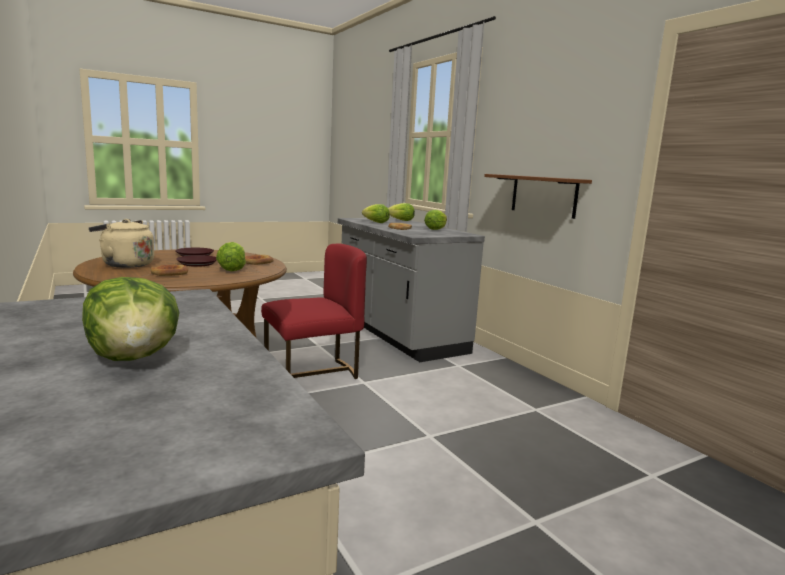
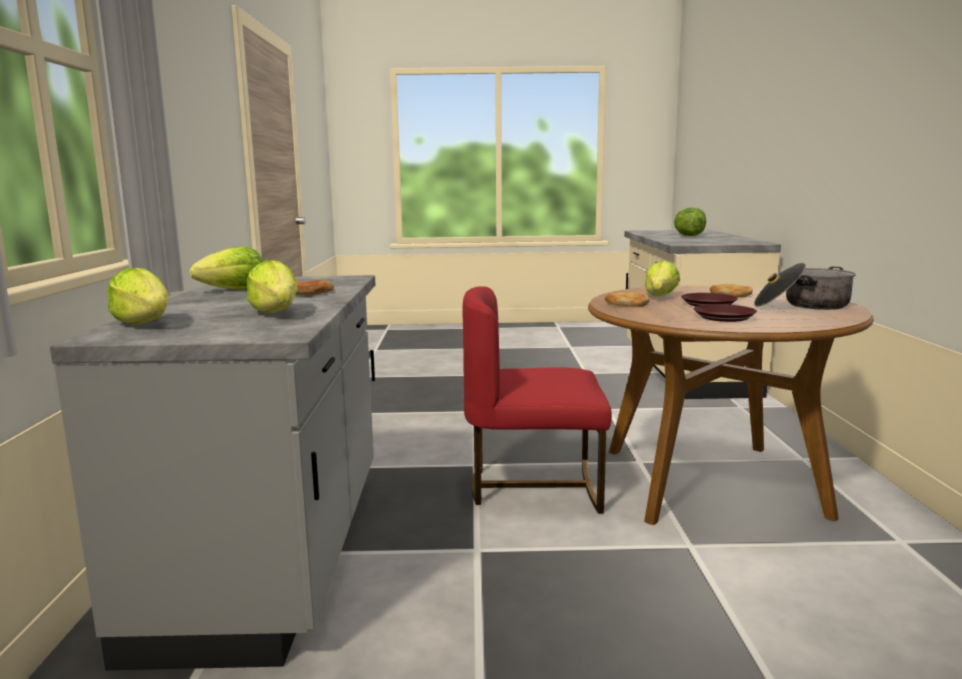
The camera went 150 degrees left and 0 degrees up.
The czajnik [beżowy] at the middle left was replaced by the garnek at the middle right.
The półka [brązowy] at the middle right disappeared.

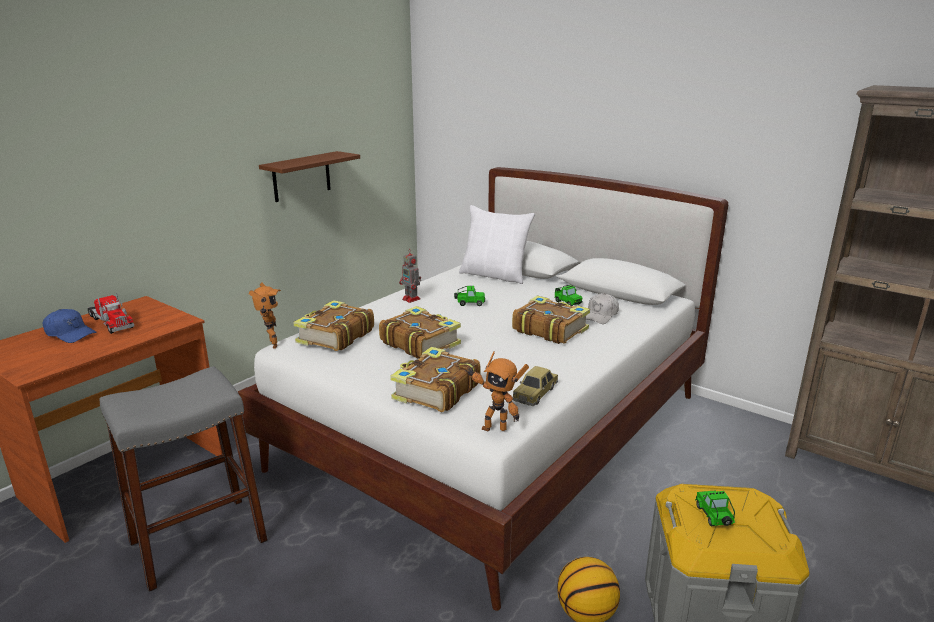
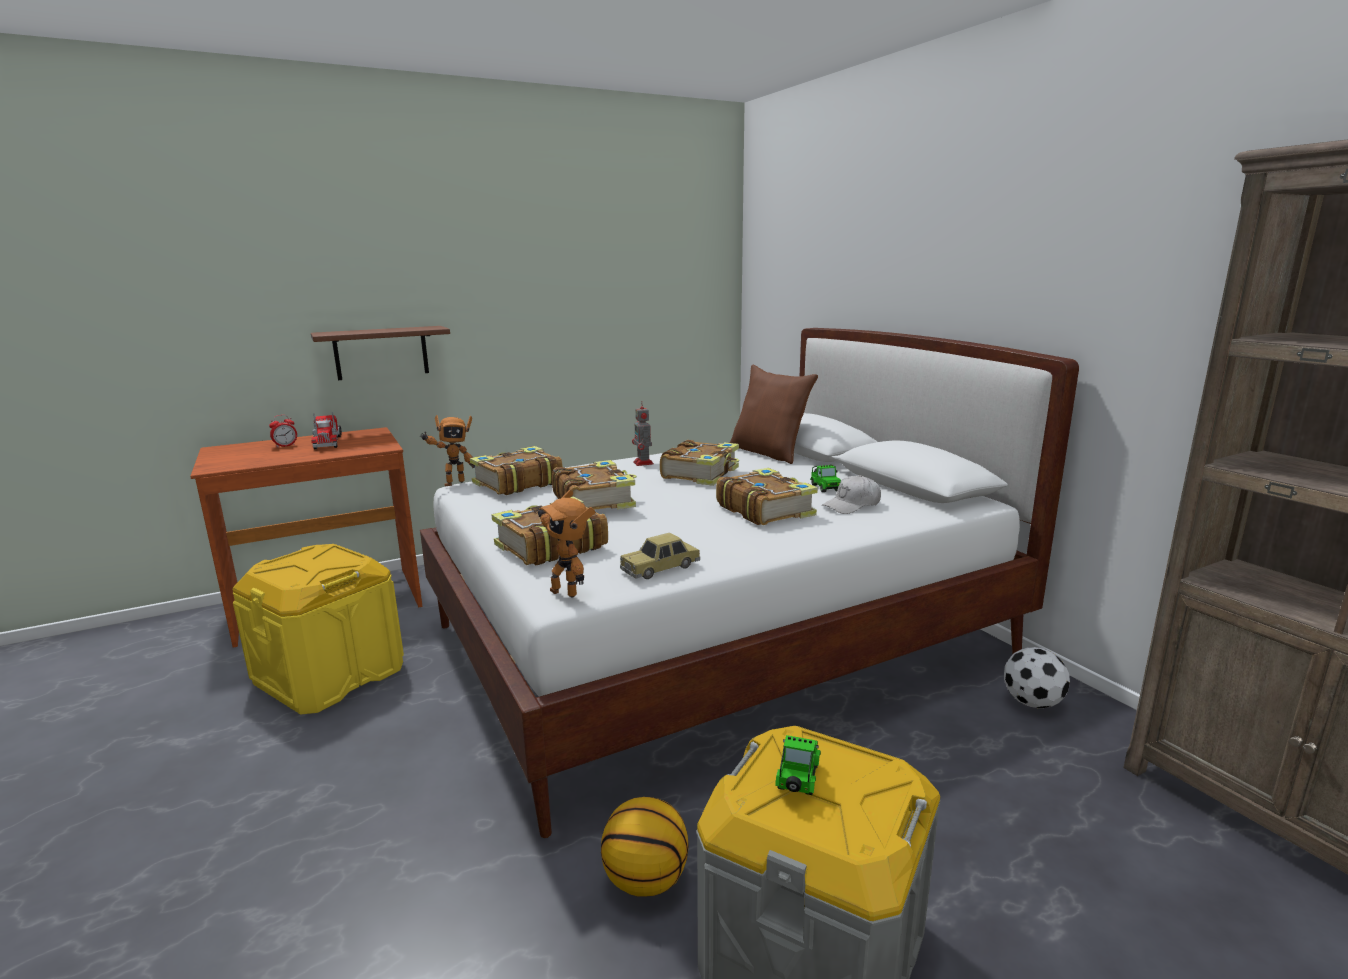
The camera went 25 degrees right and 5 degrees down.
The czapka z daszkiem [niebieski] at the middle left was replaced by the budzik at the middle left.
The stołek [szary] at the bottom left was replaced by the pojemnik do przechowywania [żółty] at the middle left.
The robot zabawkowy (no. 1 from left) at the middle left turned 45 degrees clockwise.
The półka [brązowy] moved from the top left to the middle left.
The samochodzik (no. 1 from left) at the centre was replaced by the książka (no. 4 from left) at the centre.
The poduszka [biały] at the centre became the poduszka [brązowy] at the centre.
The piłka futbolowa at the bottom right appeared.

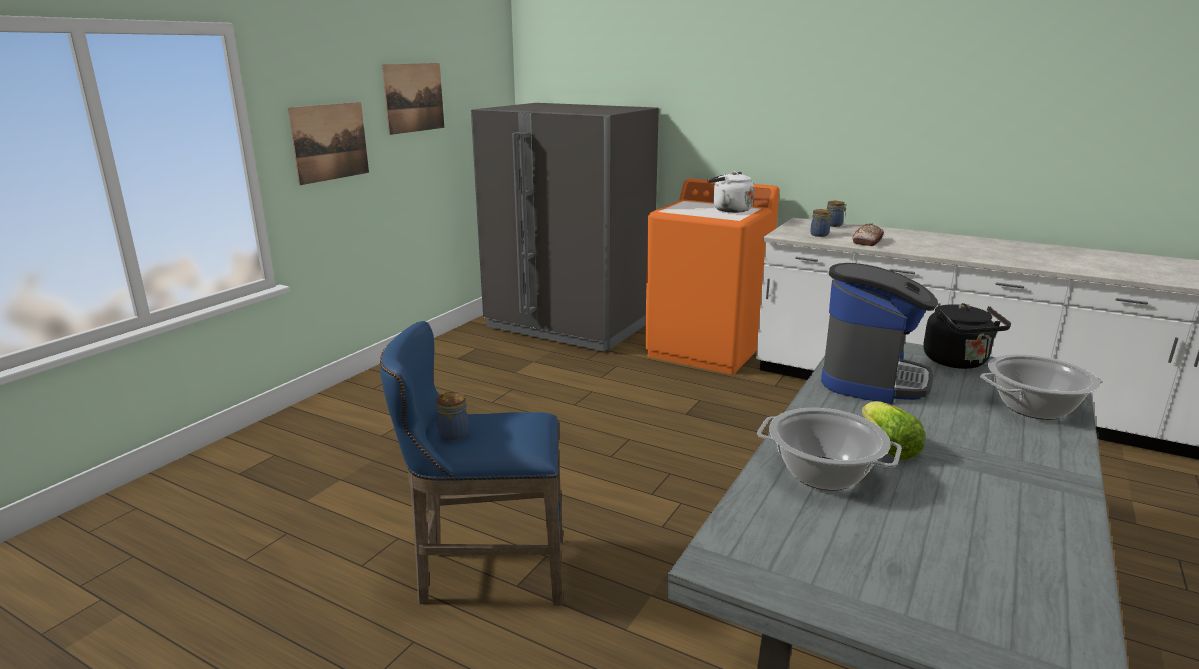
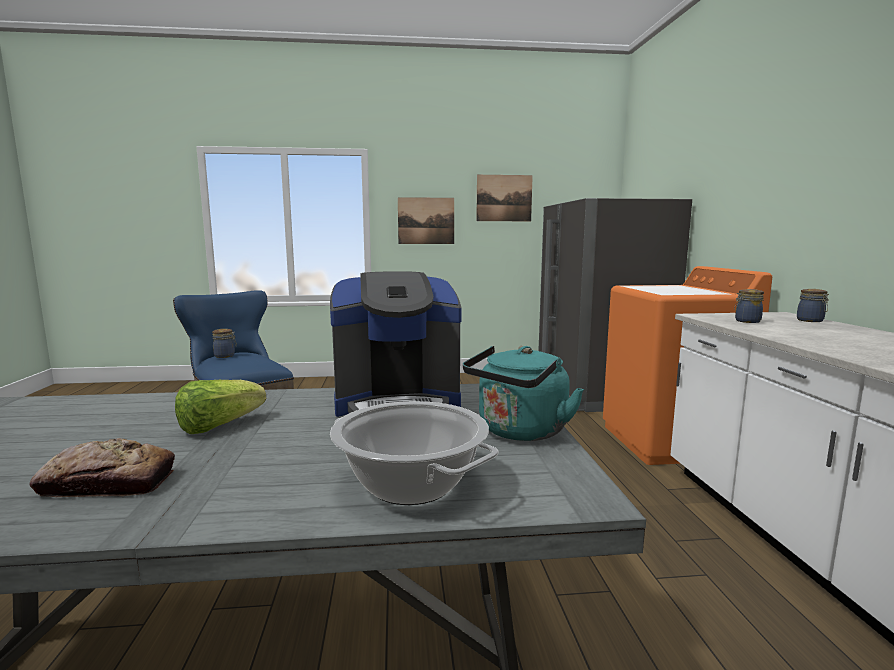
The camera went 55 degrees right and 10 degrees down.
The czajnik [biały] at the top centre disappeared.
The garnek (no. 1 from left) at the bottom right disappeared.
The chleb moved from the middle right to the bottom left.
The czajnik [czarny] at the middle right became the czajnik [turkusowy] at the centre.

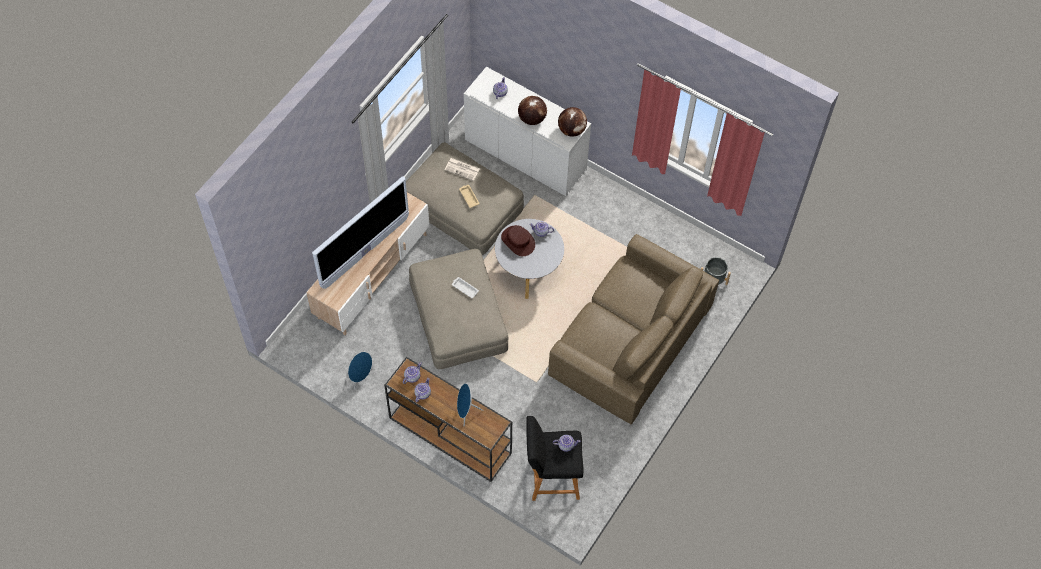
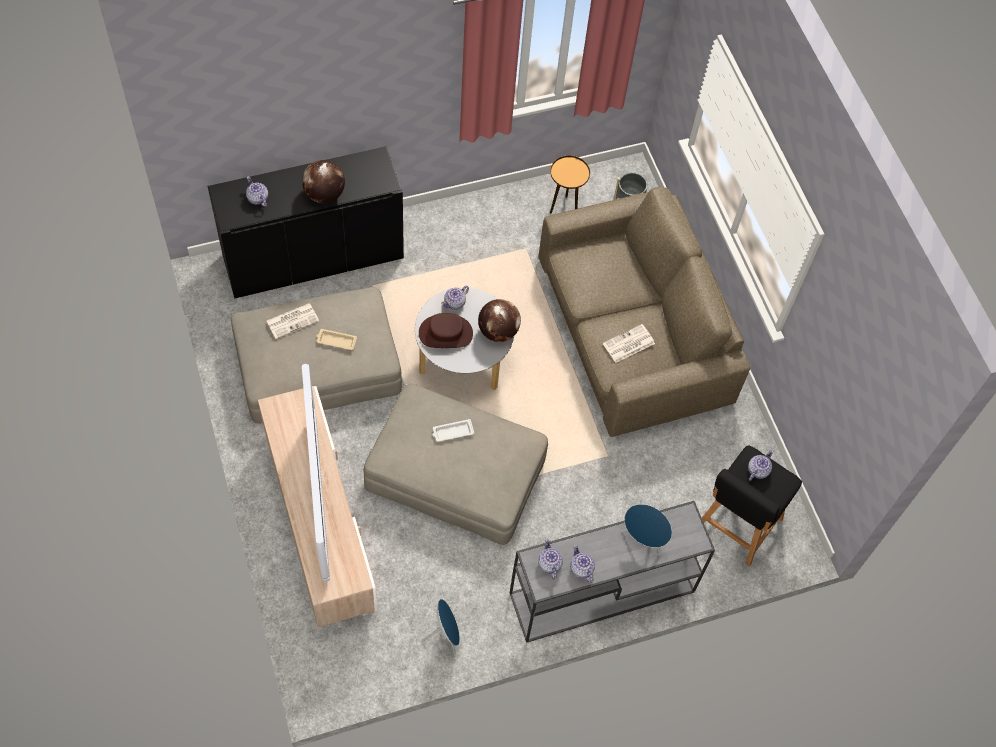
The camera went 55 degrees left and 0 degrees up.
The stolik konsolowy [brązowy] at the bottom centre became the stolik konsolowy [szary] at the bottom centre.
The szafka [biały] at the top centre became the szafka [czarny] at the top left.
The globus (no. 2 from left) moved from the top centre to the centre.
The stolik [brązowy] at the top centre appeared.
The gazeta (no. 2 from left) at the centre appeared.

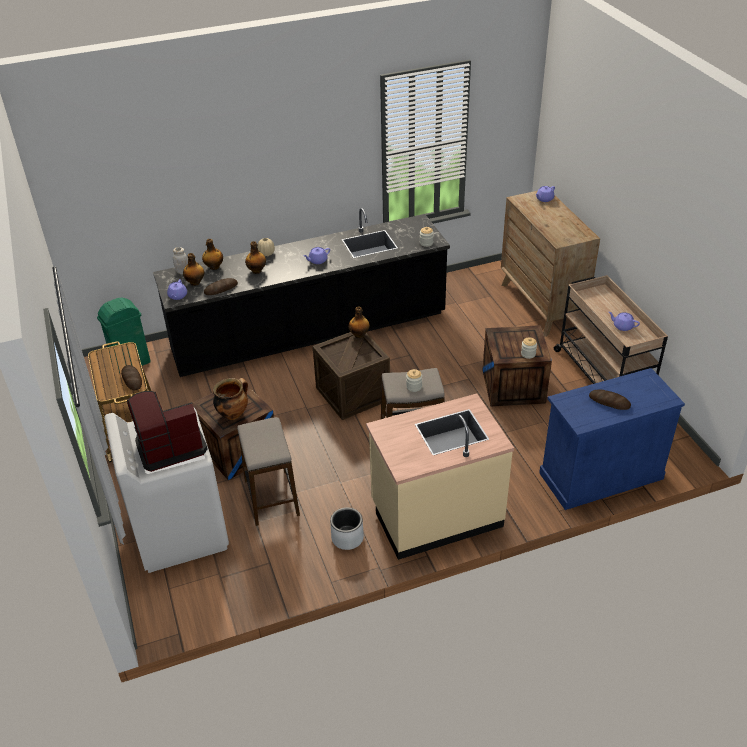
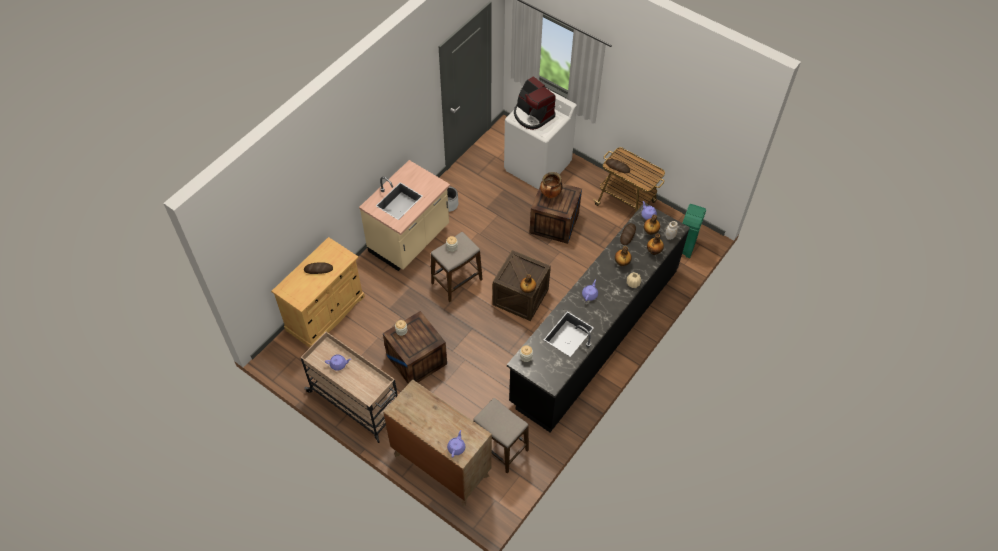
The camera went 145 degrees right and 15 degrees up.
The ekspres do kawy at the middle left turned 105 degrees clockwise.
The stołek (no. 1 from left in the first image) moved from the centre to the bottom centre.
The szafka [niebieski] at the middle right became the szafka [beżowy] at the middle left.

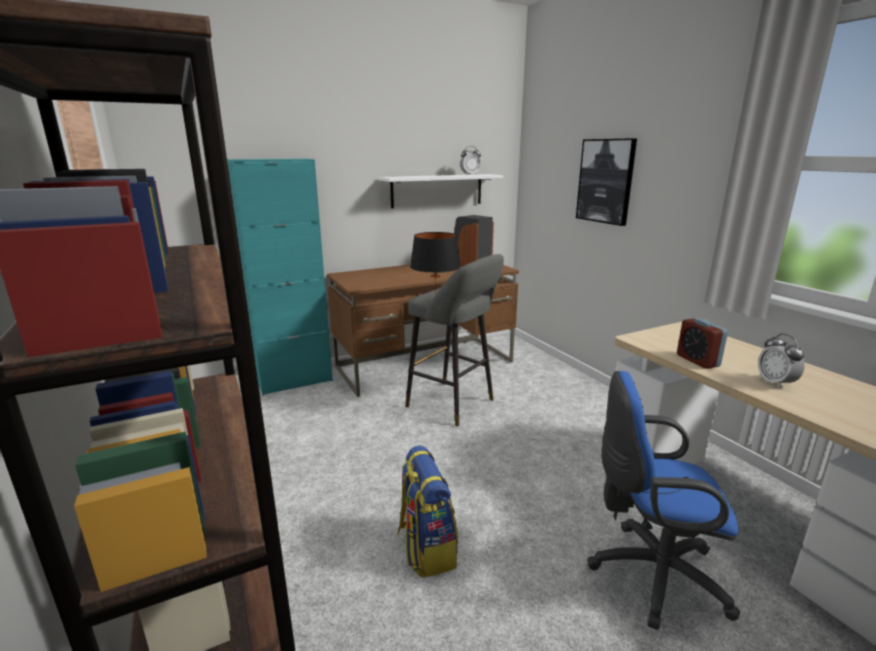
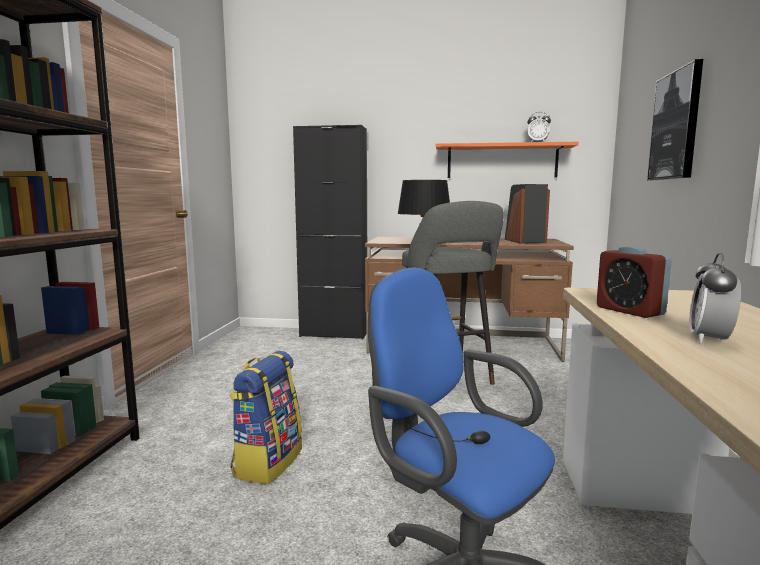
The camera went 35 degrees right and 10 degrees down.
The szafka [turkusowy] at the middle left became the szafka [czarny] at the centre.
The półka [biały] at the top centre became the półka [pomarańczowy] at the top right.
The budzik (no. 2 from left) at the middle right turned 45 degrees counterclockwise.

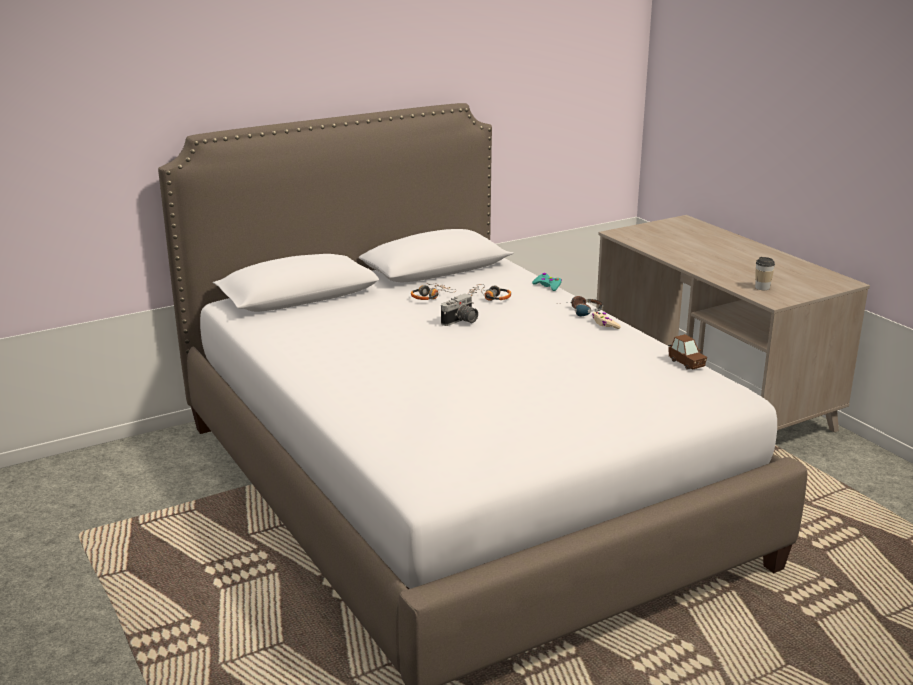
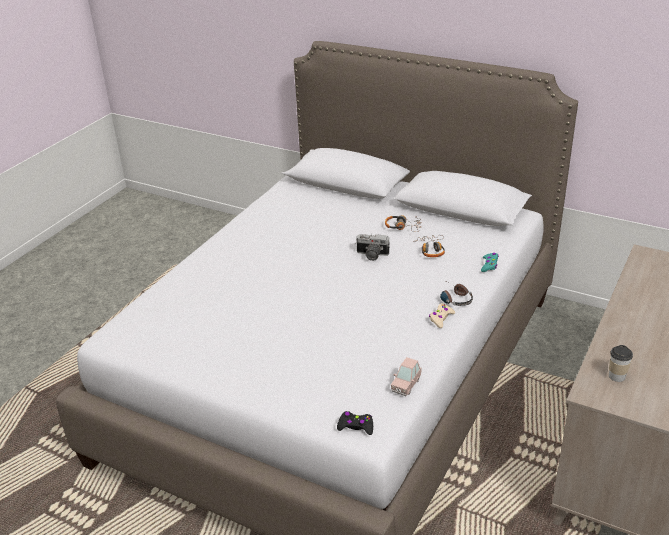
The camera went 60 degrees right and 10 degrees up.
The samochodzik [brązowy] at the middle right became the samochodzik [różowy] at the bottom centre.
The pad do gier [czarny] at the bottom centre appeared.

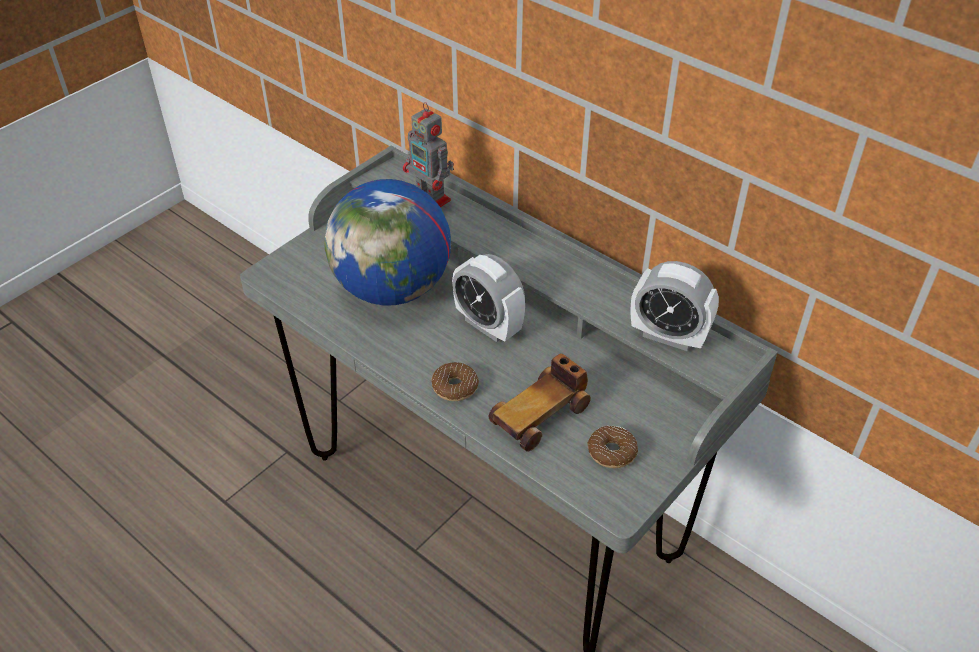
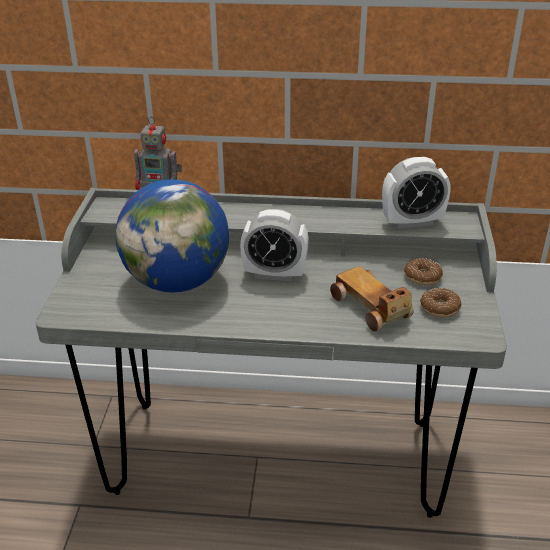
The camera went 35 degrees left and 10 degrees down.
The donut (no. 1 from left) moved from the centre to the middle right.
The samochodzik at the centre turned 135 degrees clockwise.

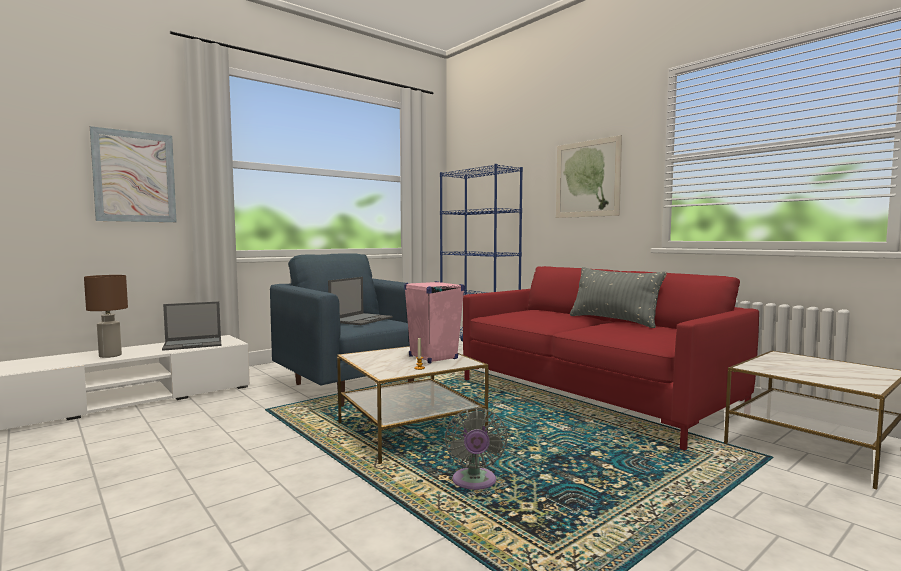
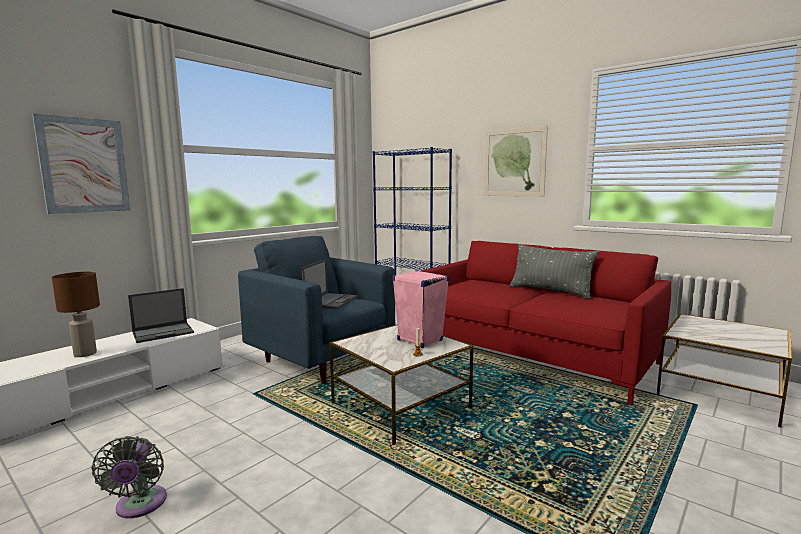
The camera went 10 degrees left and 5 degrees up.
The wentylator [szary] moved from the bottom centre to the bottom left.

